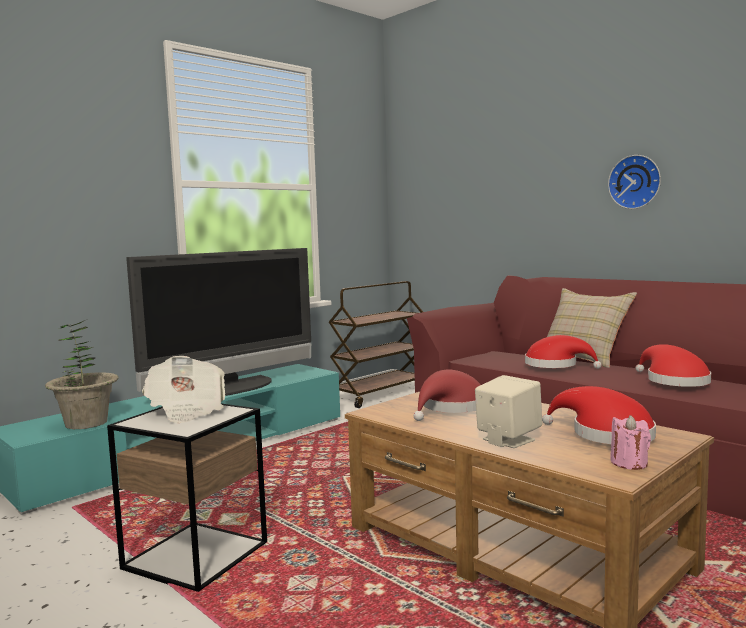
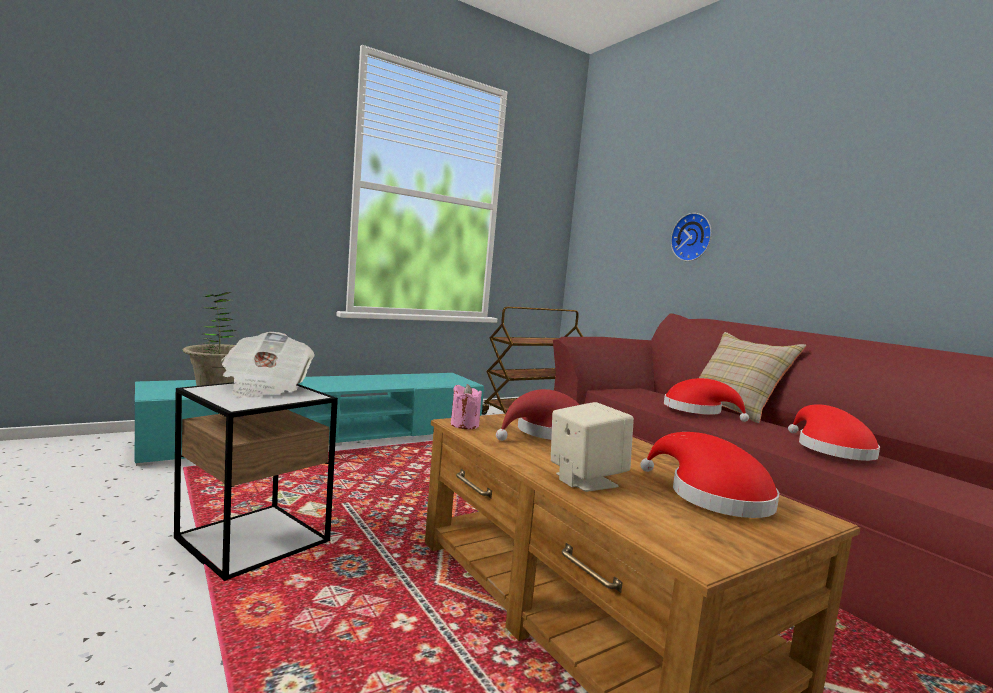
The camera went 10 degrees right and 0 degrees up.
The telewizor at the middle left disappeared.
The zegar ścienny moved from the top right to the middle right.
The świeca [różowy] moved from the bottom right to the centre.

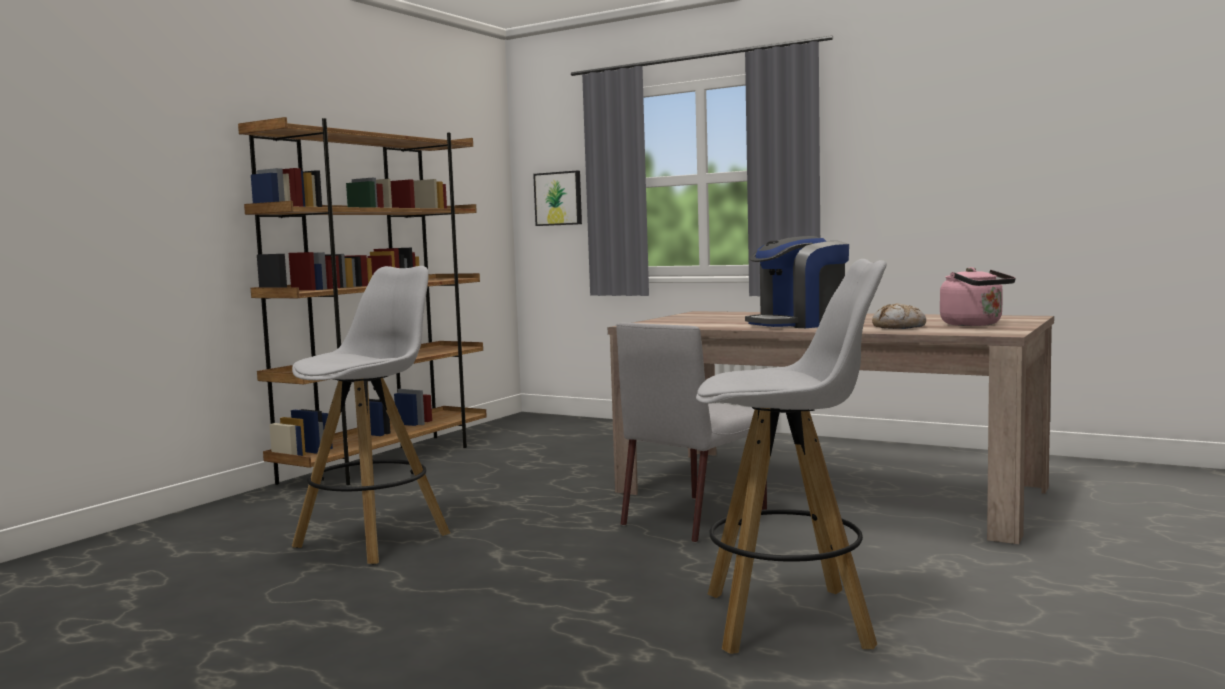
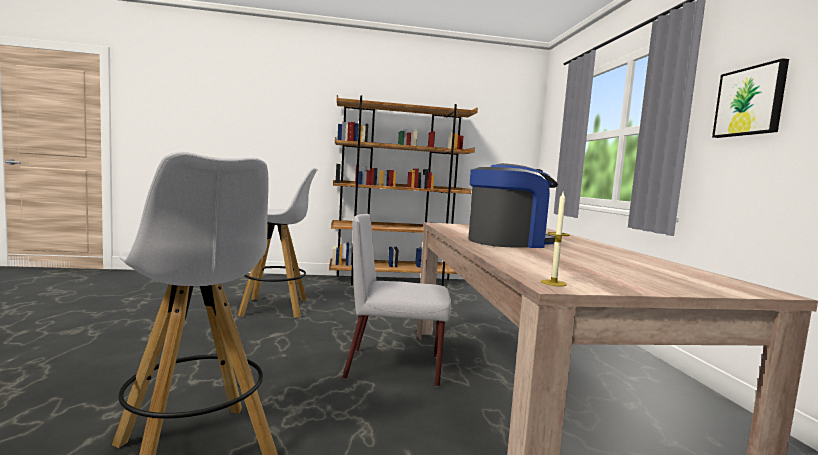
The camera went 50 degrees right and 0 degrees up.
The obraz moved from the top centre to the top right.
The ekspres do kawy at the centre turned 135 degrees clockwise.
The chleb at the middle right disappeared.
The czajnik [różowy] at the middle right disappeared.
The świeca at the middle right appeared.

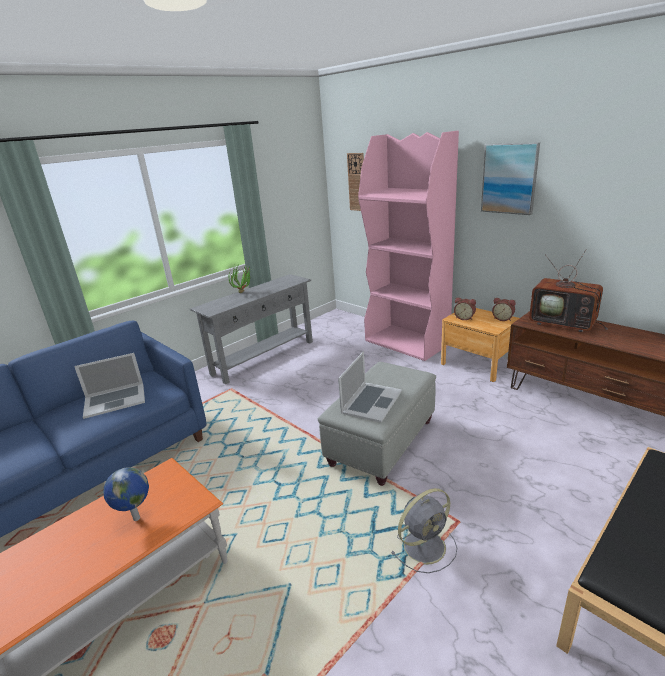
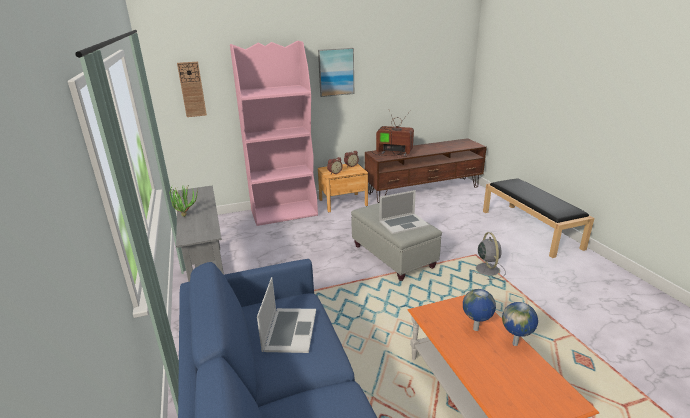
The camera went 65 degrees left and 0 degrees up.
The laptop (no. 2 from left) at the centre turned 105 degrees clockwise.
The telewizor at the middle right turned 135 degrees counterclockwise.
The globus (no. 2 from left) at the bottom right appeared.

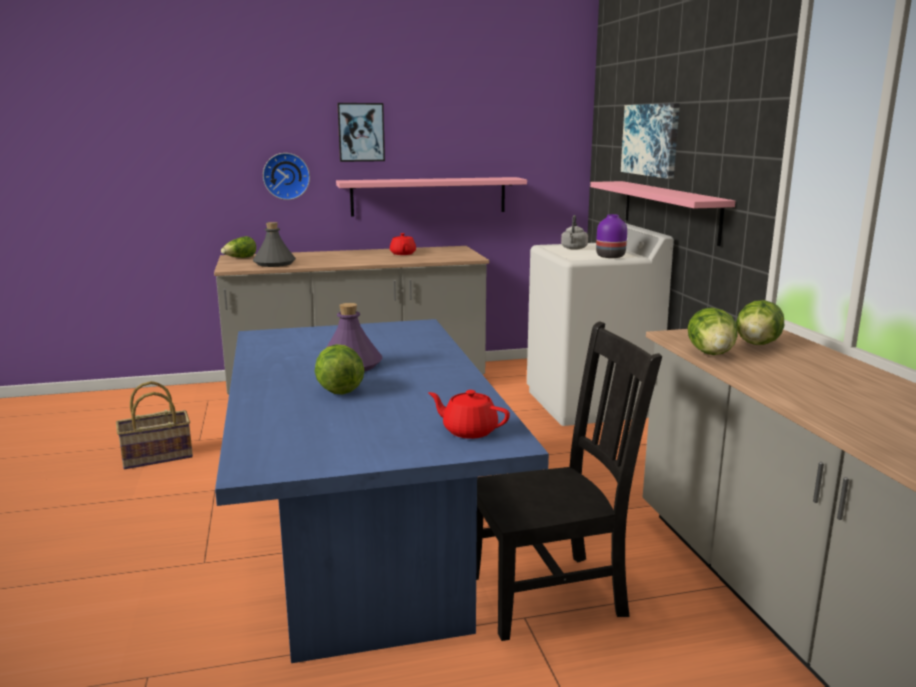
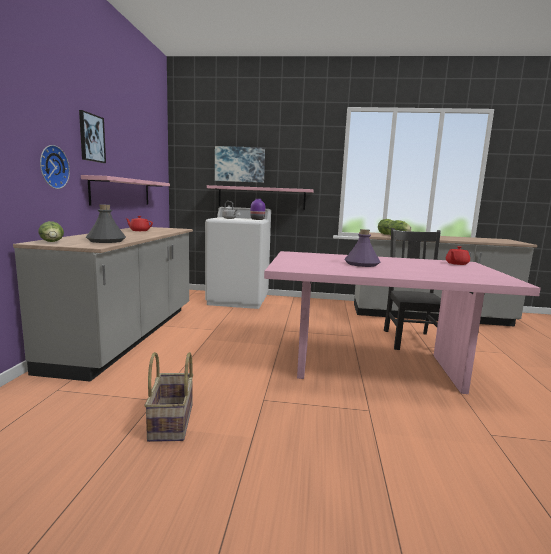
The camera went 70 degrees left and 5 degrees down.
The stół jadalny [niebieski] at the bottom centre became the stół jadalny [różowy] at the middle right.
The sałata (no. 2 from left) at the centre disappeared.

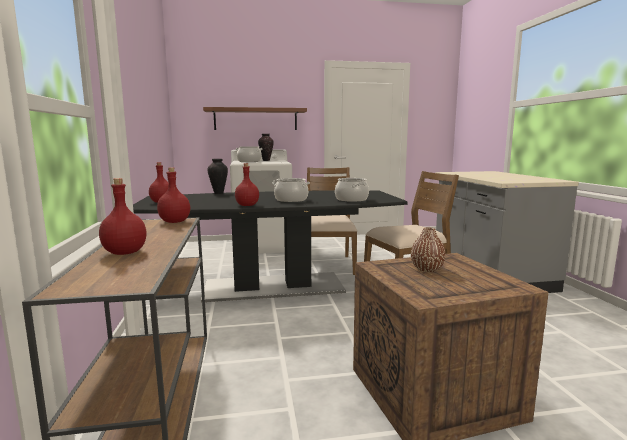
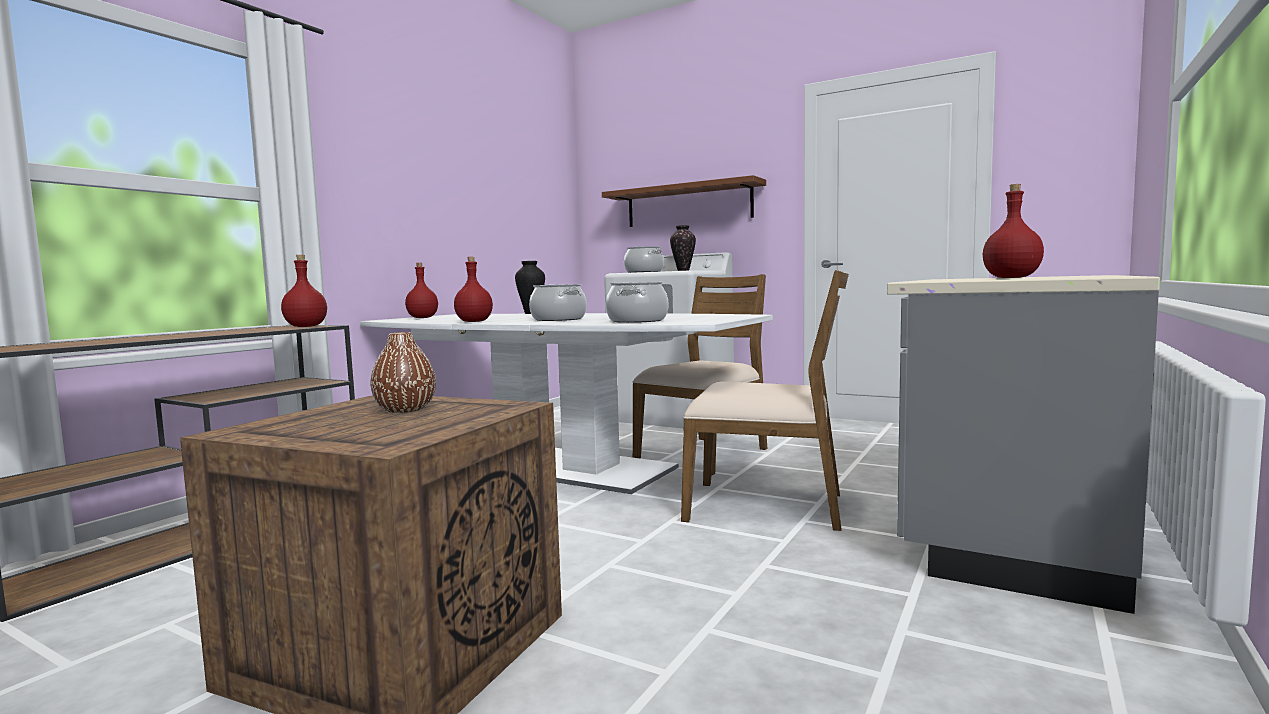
The camera went 40 degrees right and 5 degrees down.
The butelka [czerwony] (no. 1 from left in the first image) moved from the middle left to the top right.
The stół jadalny [czarny] at the centre became the stół jadalny [biały] at the centre.

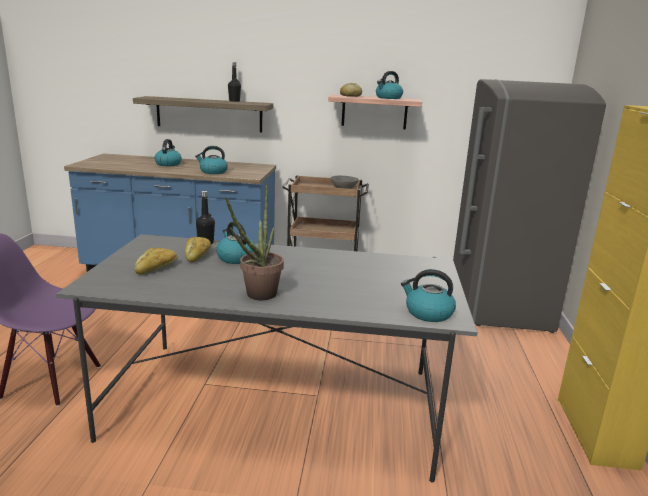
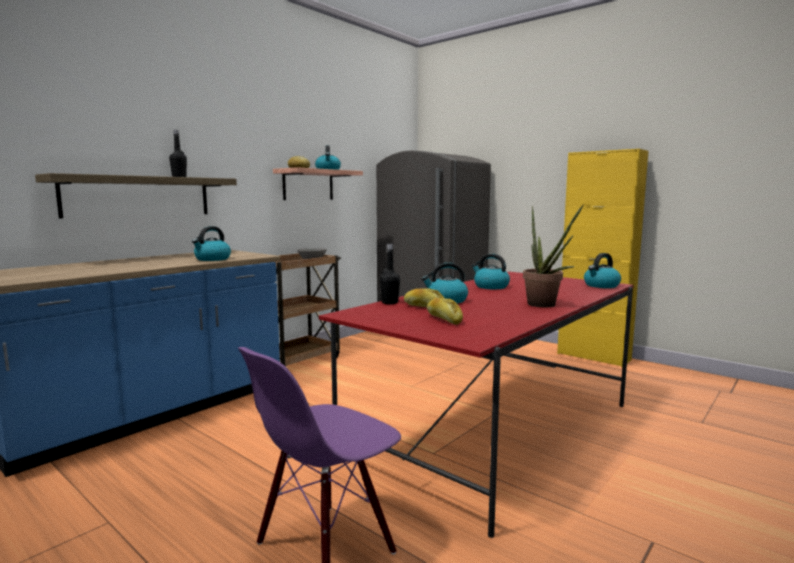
The camera went 55 degrees left and 10 degrees down.
The stół jadalny [szary] at the bottom centre became the stół jadalny [czerwony] at the bottom centre.
The czajnik (no. 1 from left in the first image) moved from the top left to the centre.

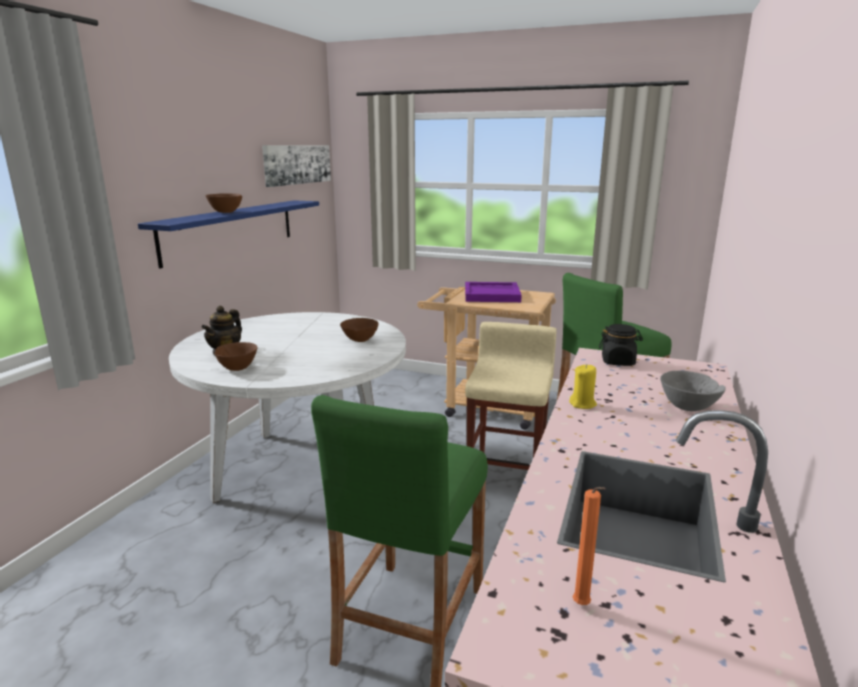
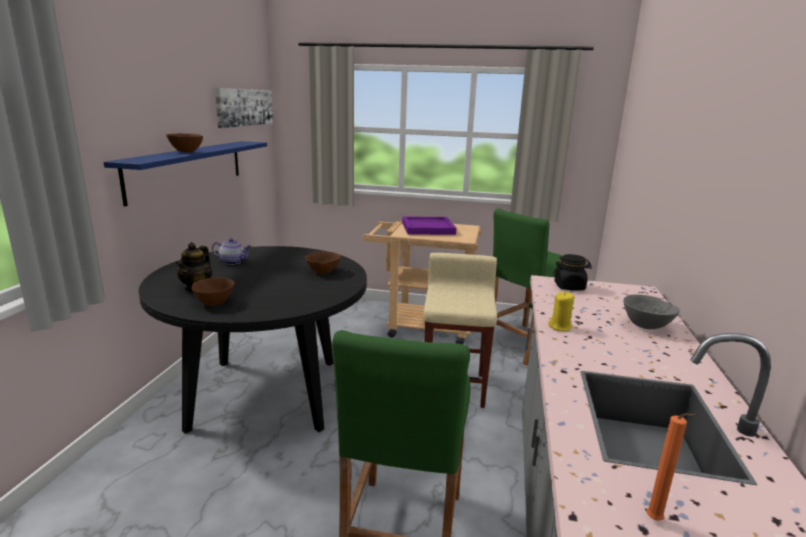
The camera went 10 degrees left and 0 degrees up.
The stół jadalny [biały] at the centre became the stół jadalny [czarny] at the middle left.
The imbryk (no. 2 from left) at the middle left appeared.

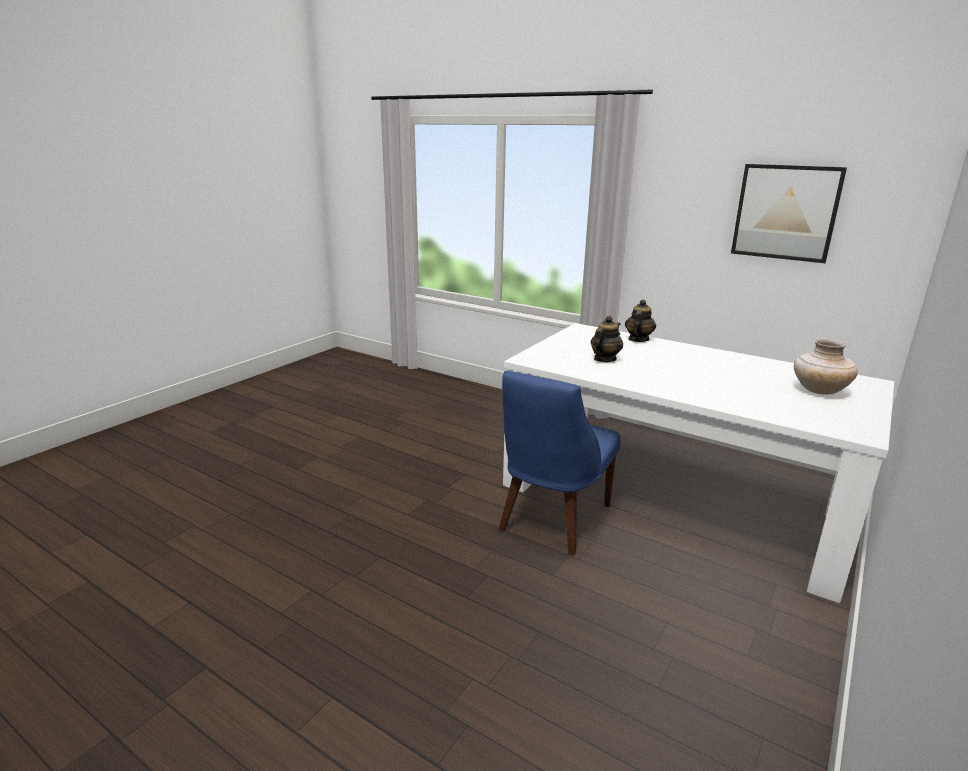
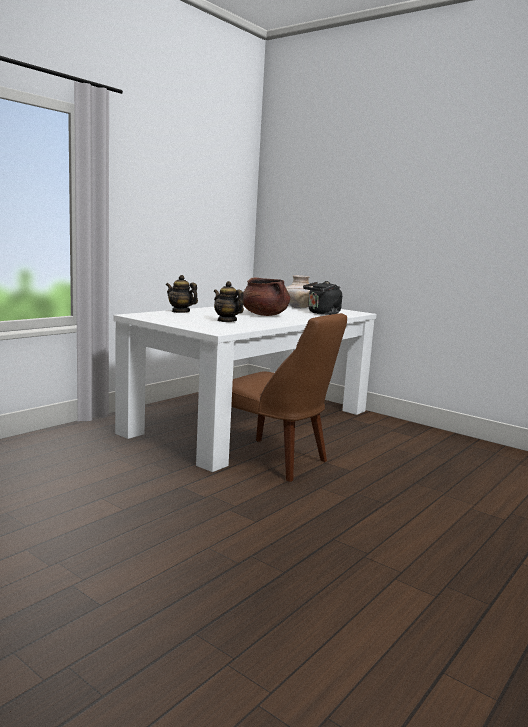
The camera went 85 degrees left and 10 degrees down.
The krzesło [niebieski] at the centre became the krzesło [brązowy] at the centre.
The obraz at the top right disappeared.
The garnek [brązowy] at the centre appeared.
The czajnik [czarny] at the centre appeared.

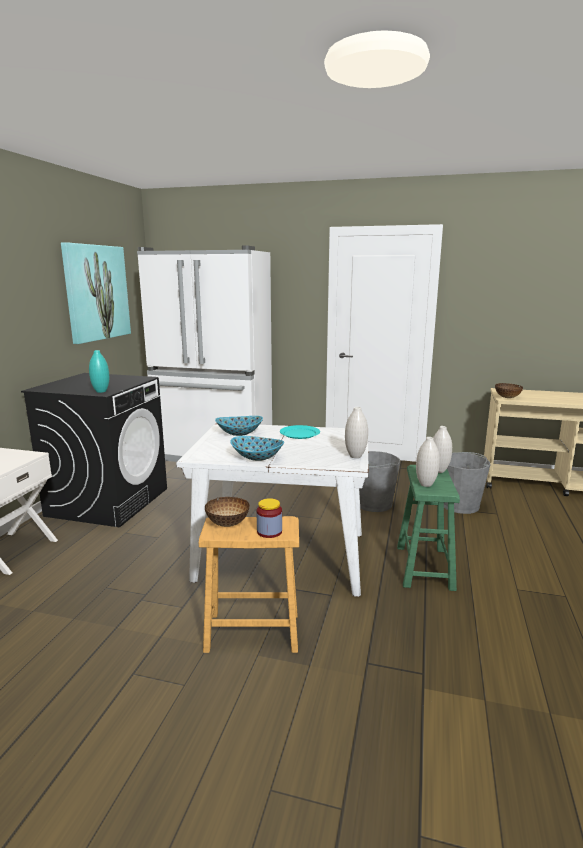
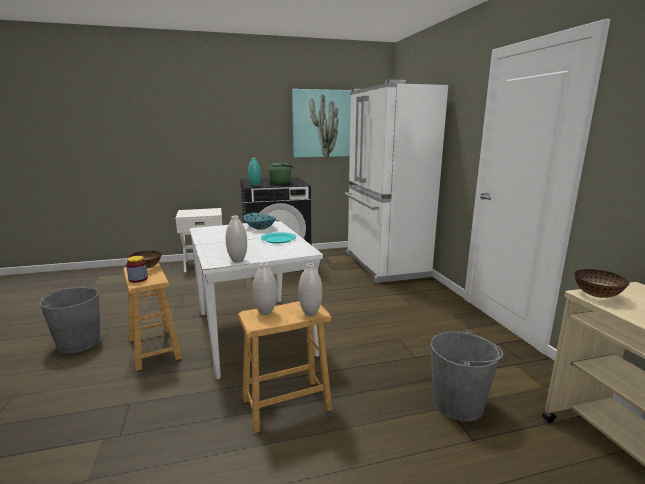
The camera went 60 degrees right and 0 degrees up.
The miska (no. 3 from left) at the centre disappeared.
The wiadro [szary] (no. 1 from left) moved from the centre to the middle left.
The stołek [zielony] at the middle right became the stołek [brązowy] (no. 2 from left) at the bottom centre.
The czajnik [zielony] at the centre appeared.

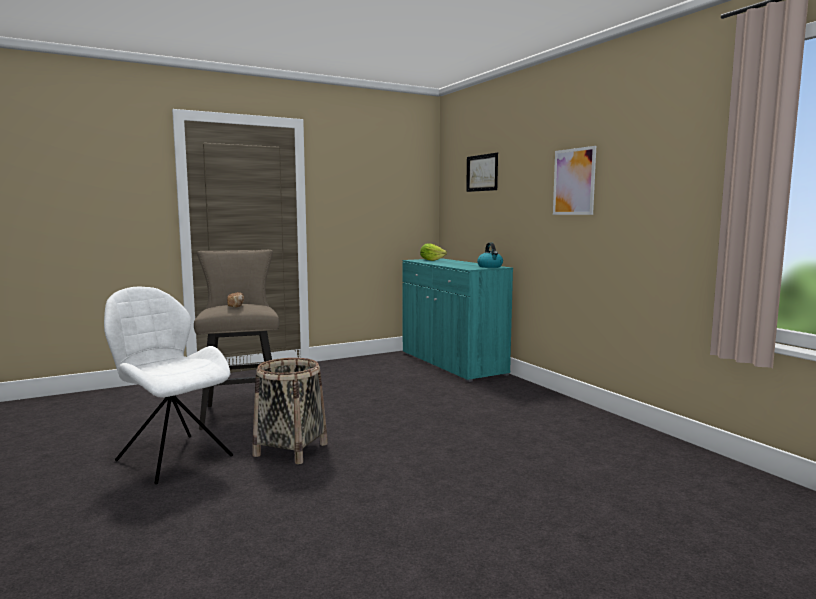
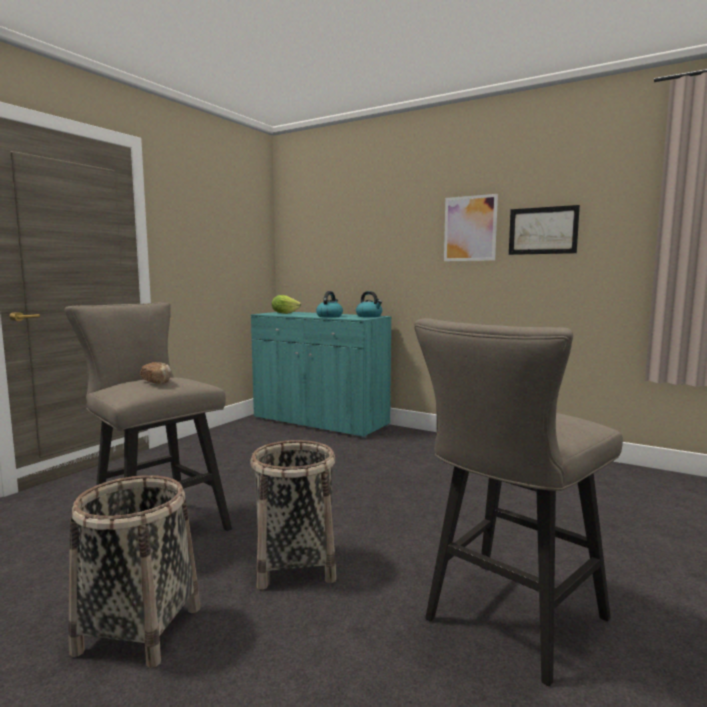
The camera went 30 degrees left and 0 degrees up.
The krzesło [biały] at the middle left was replaced by the koszyk (no. 1 from left) at the bottom left.
The obraz (no. 1 from left in the first image) moved from the top centre to the top right.
The czajnik (no. 1 from left) at the centre appeared.
The stołek [beżowy] (no. 2 from left) at the bottom right appeared.

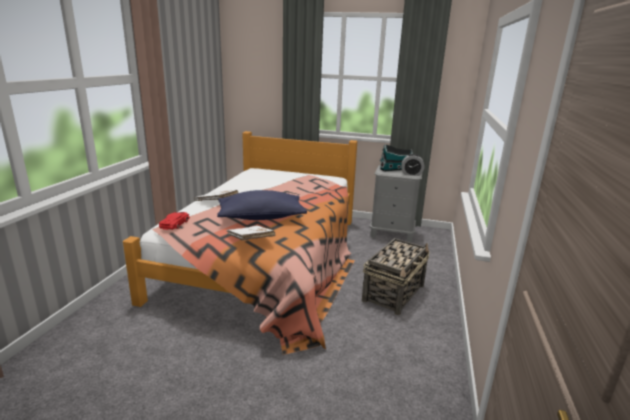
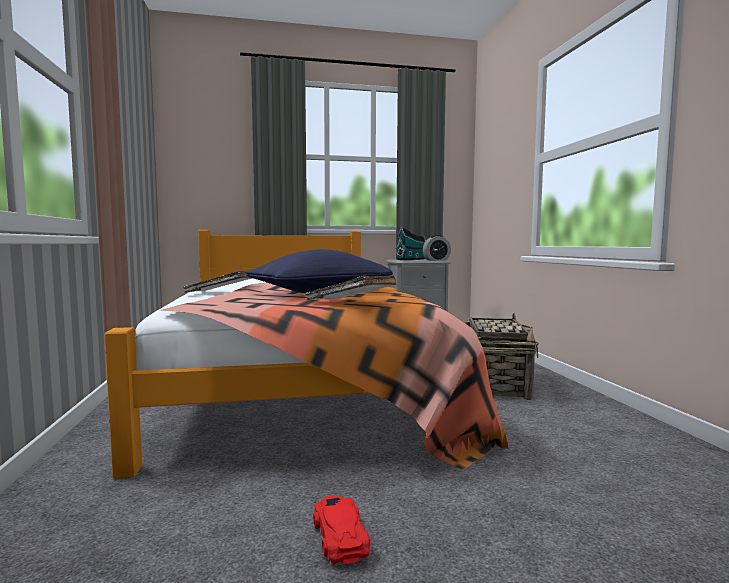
The camera went 25 degrees left and 15 degrees down.
The samochodzik [czerwony] moved from the middle left to the bottom centre.

